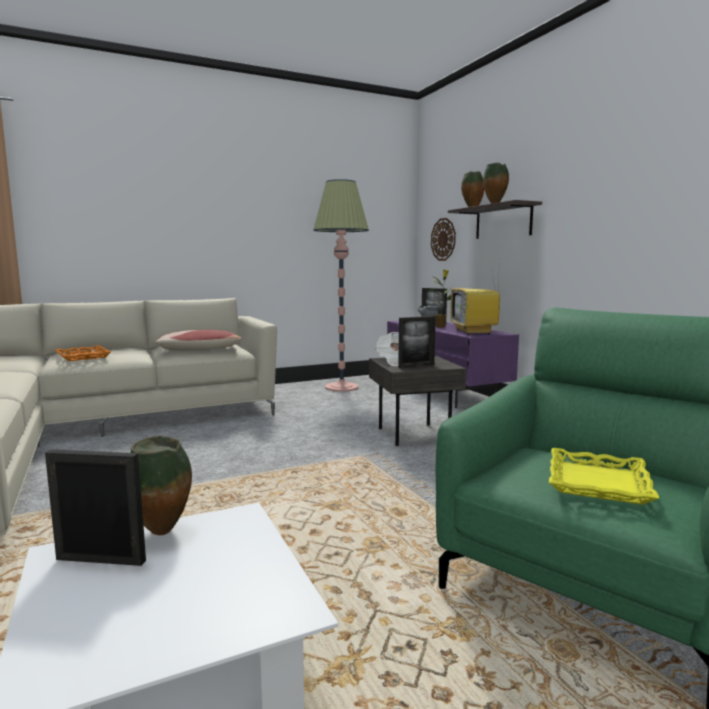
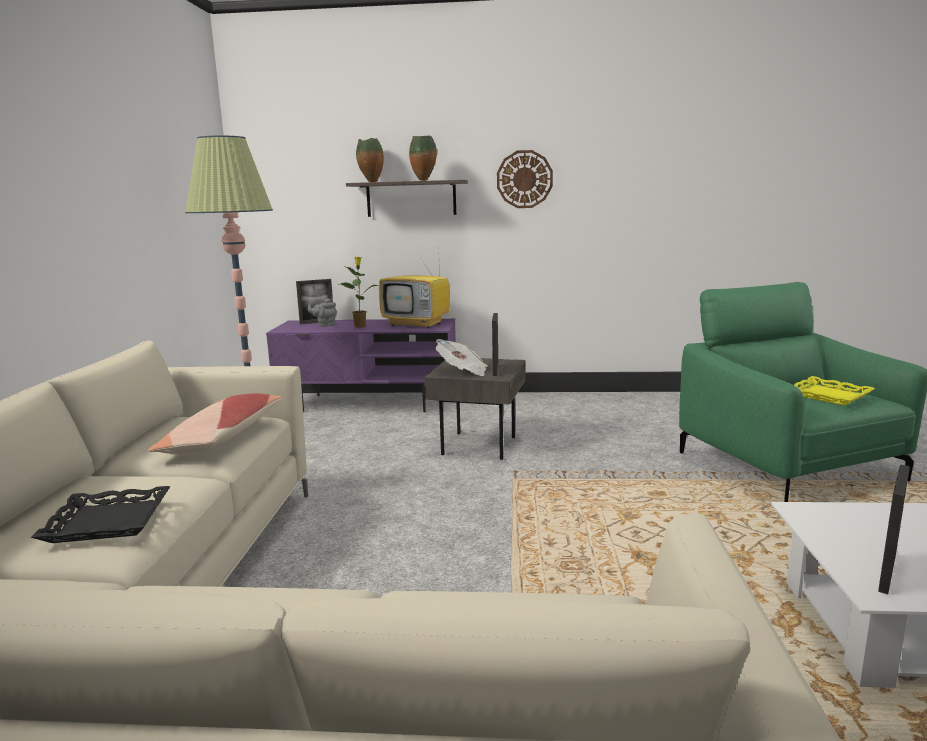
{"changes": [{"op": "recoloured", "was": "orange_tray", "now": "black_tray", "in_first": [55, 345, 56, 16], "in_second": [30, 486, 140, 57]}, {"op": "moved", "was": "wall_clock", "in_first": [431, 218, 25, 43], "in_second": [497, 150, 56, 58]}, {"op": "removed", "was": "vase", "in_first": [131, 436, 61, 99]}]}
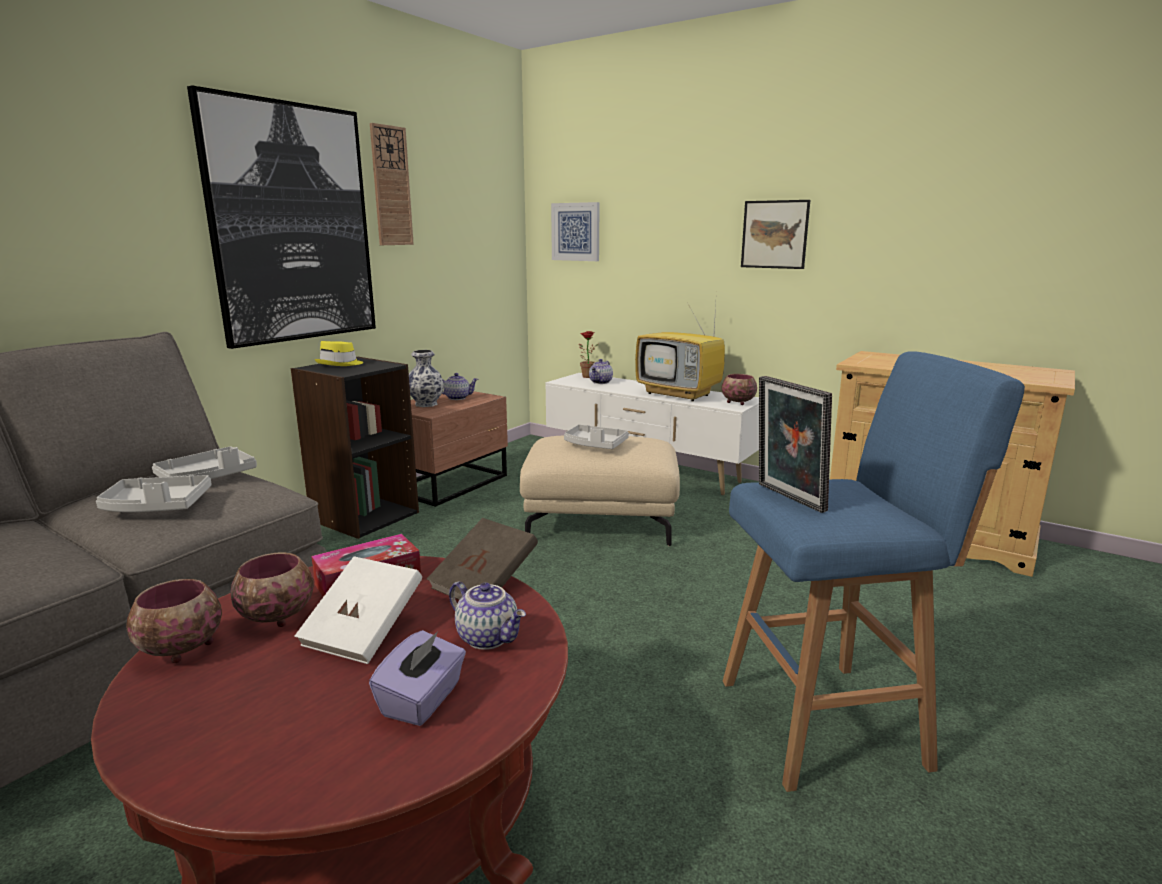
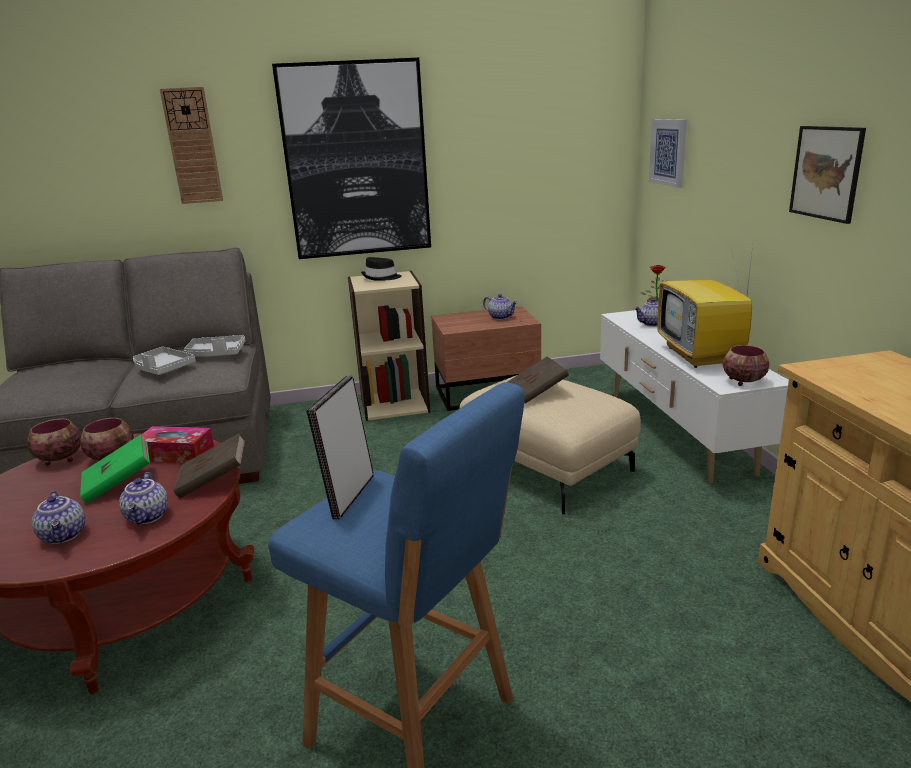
{"changes": [{"op": "replaced", "was": "purple_tissue_box", "now": "teapot", "in_first": [369, 630, 97, 96], "in_second": [32, 491, 53, 53]}, {"op": "recoloured", "was": "white_book", "now": "green_book", "in_first": [294, 556, 128, 108], "in_second": [80, 435, 70, 69]}, {"op": "moved", "was": "wall_clock", "in_first": [370, 123, 44, 122], "in_second": [160, 87, 63, 117]}, {"op": "recoloured", "was": "black_bookcase", "now": "beige_bookcase", "in_first": [291, 357, 128, 182], "in_second": [348, 271, 82, 150]}, {"op": "recoloured", "was": "yellow_hat", "now": "black_hat", "in_first": [314, 341, 49, 25], "in_second": [361, 257, 41, 24]}, {"op": "replaced", "was": "grey_tray", "now": "brown_book", "in_first": [564, 425, 65, 24], "in_second": [508, 357, 61, 47]}, {"op": "removed", "was": "vase", "in_first": [409, 350, 35, 57]}]}
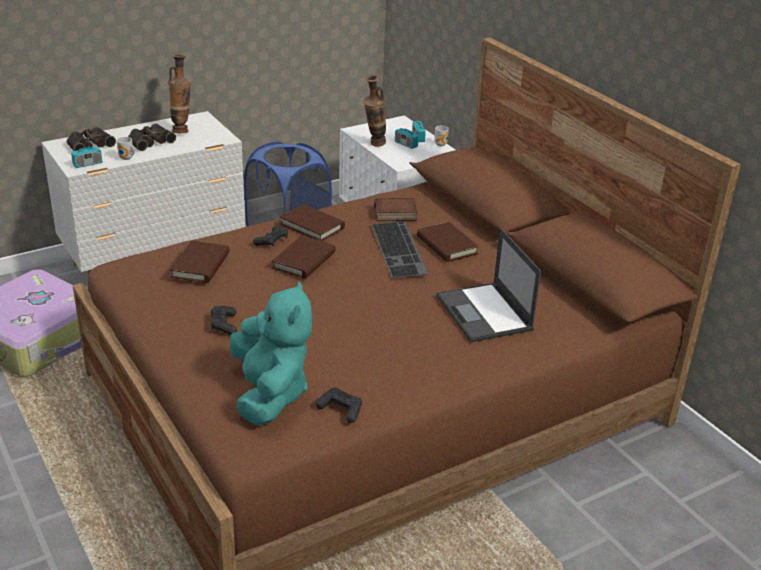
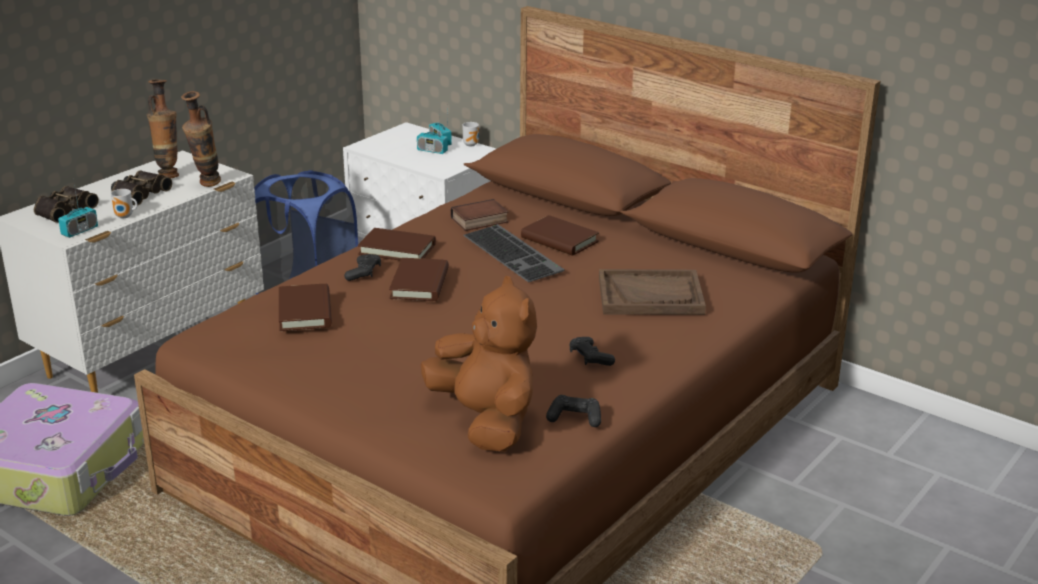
{"changes": [{"op": "moved", "was": "vase", "in_first": [363, 75, 23, 72], "in_second": [181, 91, 40, 96]}, {"op": "recoloured", "was": "turquoise_plush_toy", "now": "brown_plush_toy", "in_first": [230, 280, 82, 146], "in_second": [420, 276, 117, 176]}, {"op": "moved", "was": "black_game_controller", "in_first": [211, 306, 26, 29], "in_second": [569, 337, 46, 29]}, {"op": "replaced", "was": "laptop", "now": "brown_tray", "in_first": [436, 228, 105, 114], "in_second": [599, 269, 107, 46]}]}
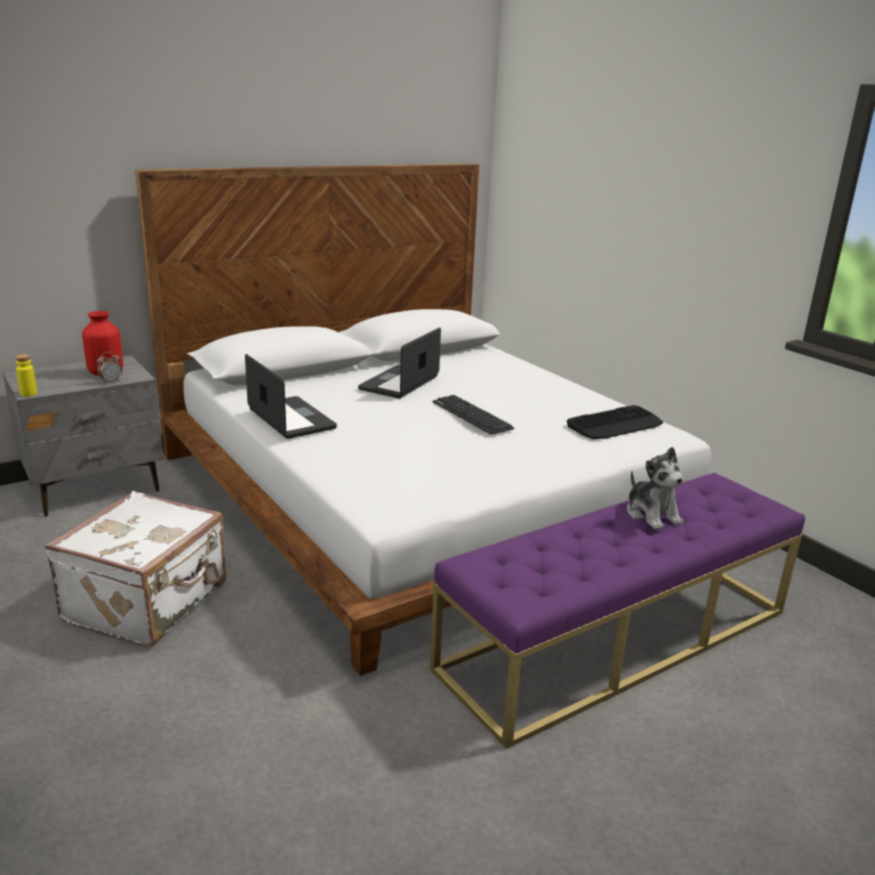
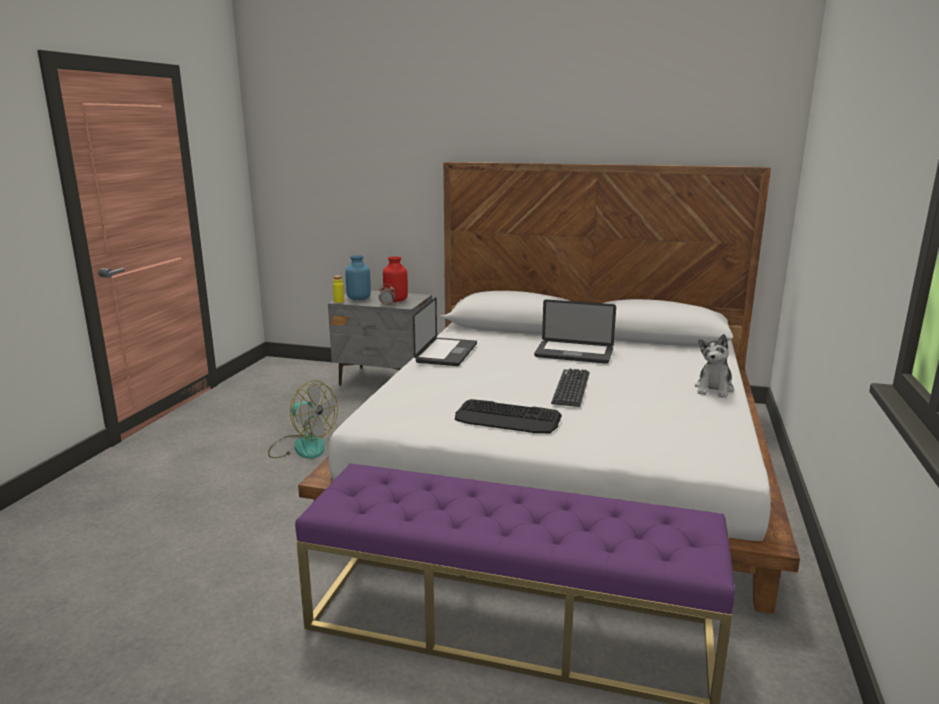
{"changes": [{"op": "replaced", "was": "white_suitcase", "now": "fan", "in_first": [45, 491, 182, 156], "in_second": [268, 380, 70, 79]}, {"op": "added", "now": "blue_vase", "in_second": [345, 255, 26, 45]}, {"op": "moved", "was": "keyboard", "in_first": [567, 405, 96, 34], "in_second": [455, 399, 107, 34]}, {"op": "turned", "was": "laptop", "in_first": [358, 327, 83, 72], "in_second": [534, 300, 82, 64], "clockwise": -150}, {"op": "moved", "was": "plush_toy", "in_first": [627, 447, 57, 83], "in_second": [695, 334, 39, 64]}]}
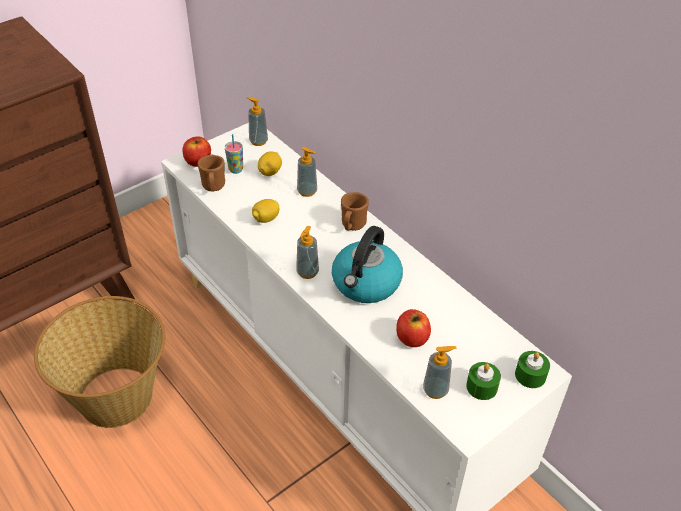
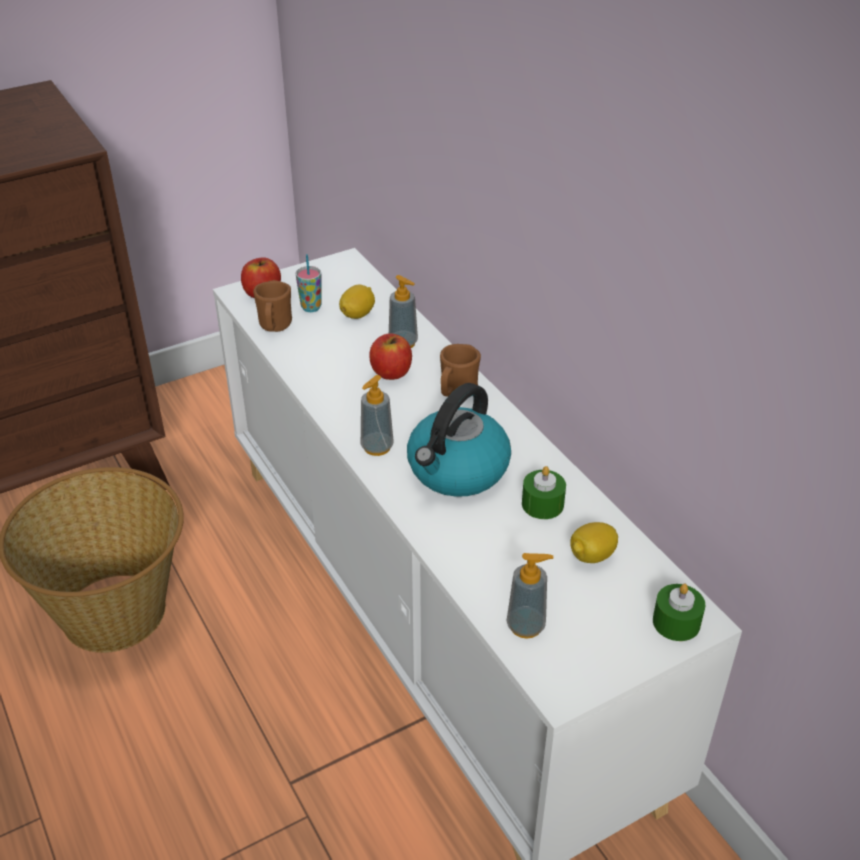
{"changes": [{"op": "moved", "was": "apple", "in_first": [396, 309, 35, 38], "in_second": [369, 333, 43, 47]}, {"op": "moved", "was": "green_candle", "in_first": [466, 362, 35, 38], "in_second": [522, 466, 44, 53]}, {"op": "moved", "was": "lemon", "in_first": [252, 199, 28, 24], "in_second": [570, 522, 48, 41]}, {"op": "removed", "was": "soap_dispenser", "in_first": [247, 97, 21, 49]}]}
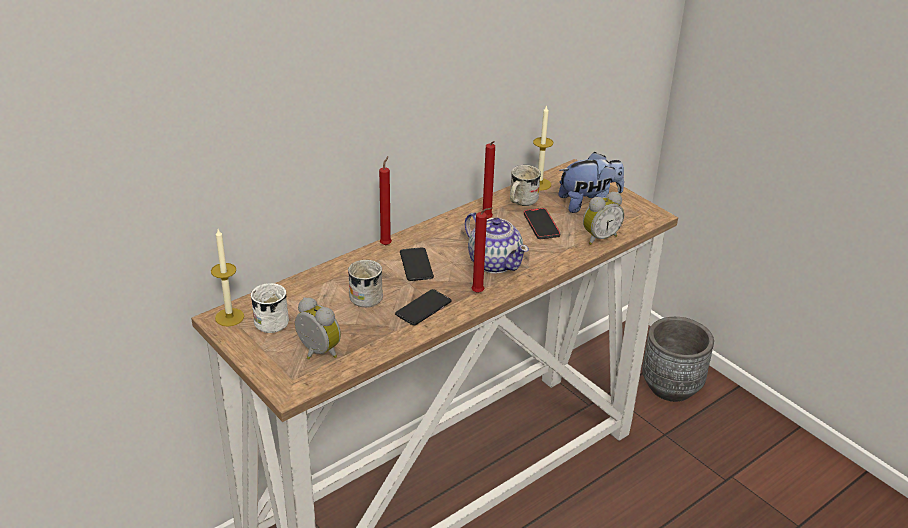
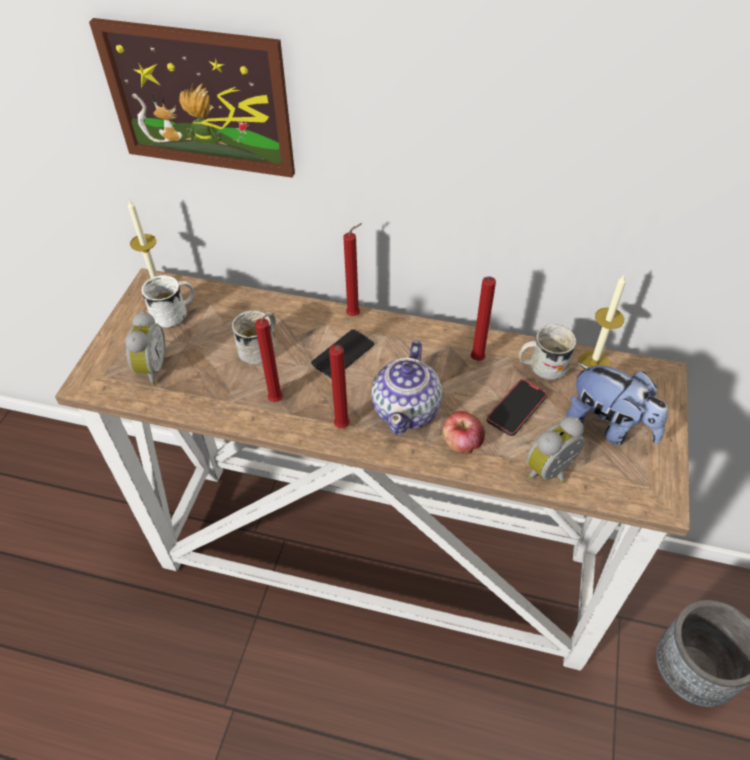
{"changes": [{"op": "added", "now": "picture", "in_second": [89, 18, 206, 160]}, {"op": "replaced", "was": "phone", "now": "red_candle", "in_first": [395, 289, 57, 36], "in_second": [255, 313, 28, 89]}, {"op": "added", "now": "apple", "in_second": [442, 411, 43, 44]}, {"op": "turned", "was": "alarm_clock", "in_first": [583, 192, 41, 53], "in_second": [527, 416, 57, 68], "clockwise": 120}]}
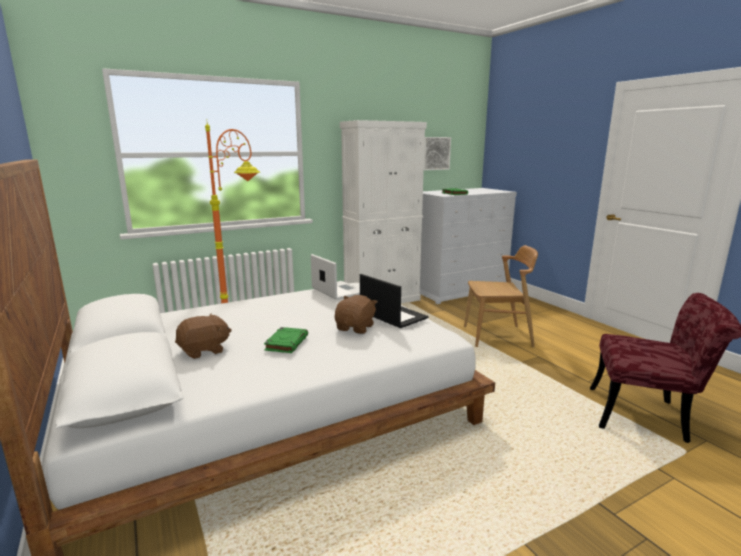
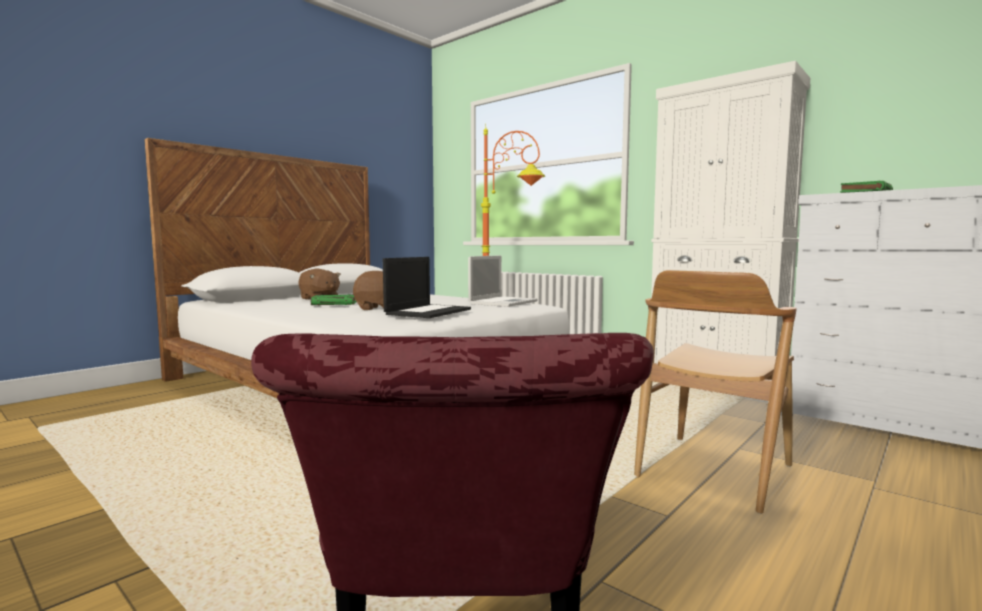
{"changes": [{"op": "turned", "was": "brown_chair", "in_first": [464, 245, 74, 102], "in_second": [634, 270, 163, 244], "clockwise": 60}, {"op": "removed", "was": "picture", "in_first": [424, 137, 27, 33]}]}
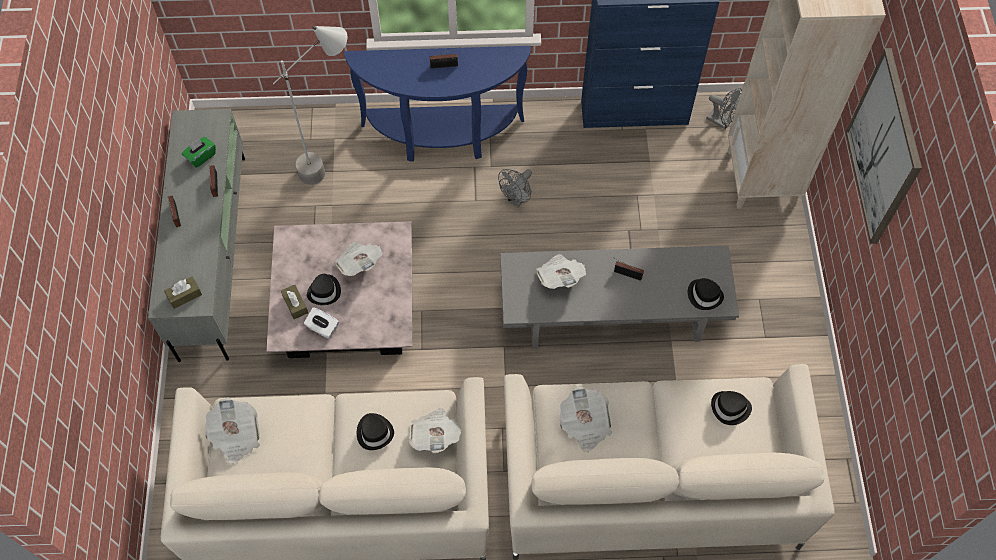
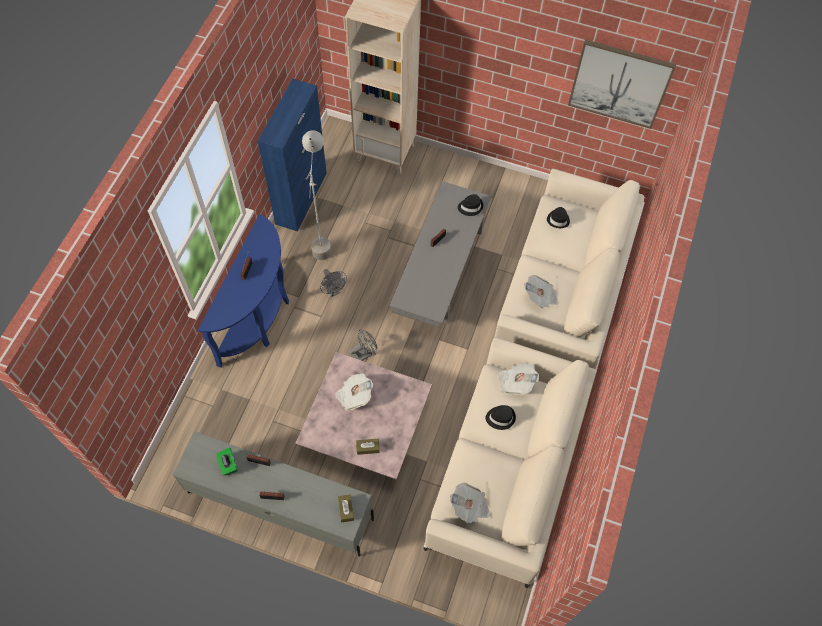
{"changes": [{"op": "moved", "was": "grey_floor_lamp", "in_first": [273, 26, 74, 159], "in_second": [302, 130, 29, 130]}, {"op": "moved", "was": "grey_fan", "in_first": [707, 88, 35, 41], "in_second": [350, 329, 27, 32]}, {"op": "moved", "was": "picture", "in_first": [846, 48, 76, 196], "in_second": [568, 40, 108, 89]}, {"op": "removed", "was": "white_tissue_box", "in_first": [304, 307, 35, 32]}, {"op": "removed", "was": "black_hat", "in_first": [307, 274, 34, 31]}, {"op": "removed", "was": "newspaper", "in_first": [536, 254, 50, 35]}]}
